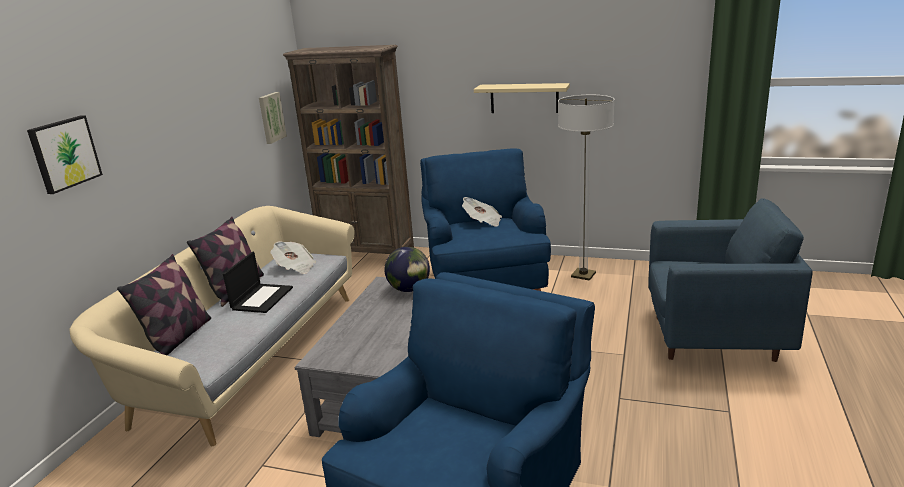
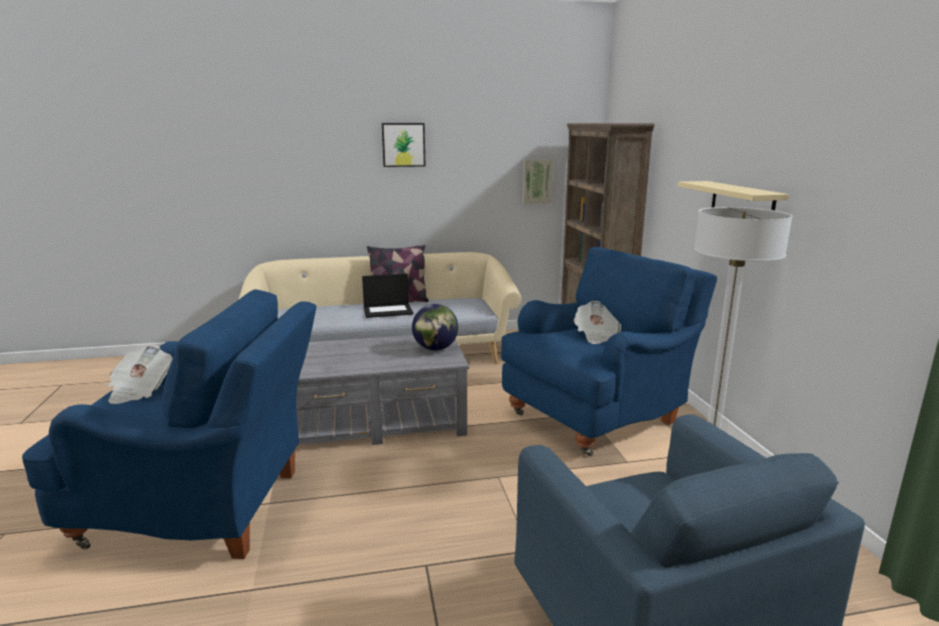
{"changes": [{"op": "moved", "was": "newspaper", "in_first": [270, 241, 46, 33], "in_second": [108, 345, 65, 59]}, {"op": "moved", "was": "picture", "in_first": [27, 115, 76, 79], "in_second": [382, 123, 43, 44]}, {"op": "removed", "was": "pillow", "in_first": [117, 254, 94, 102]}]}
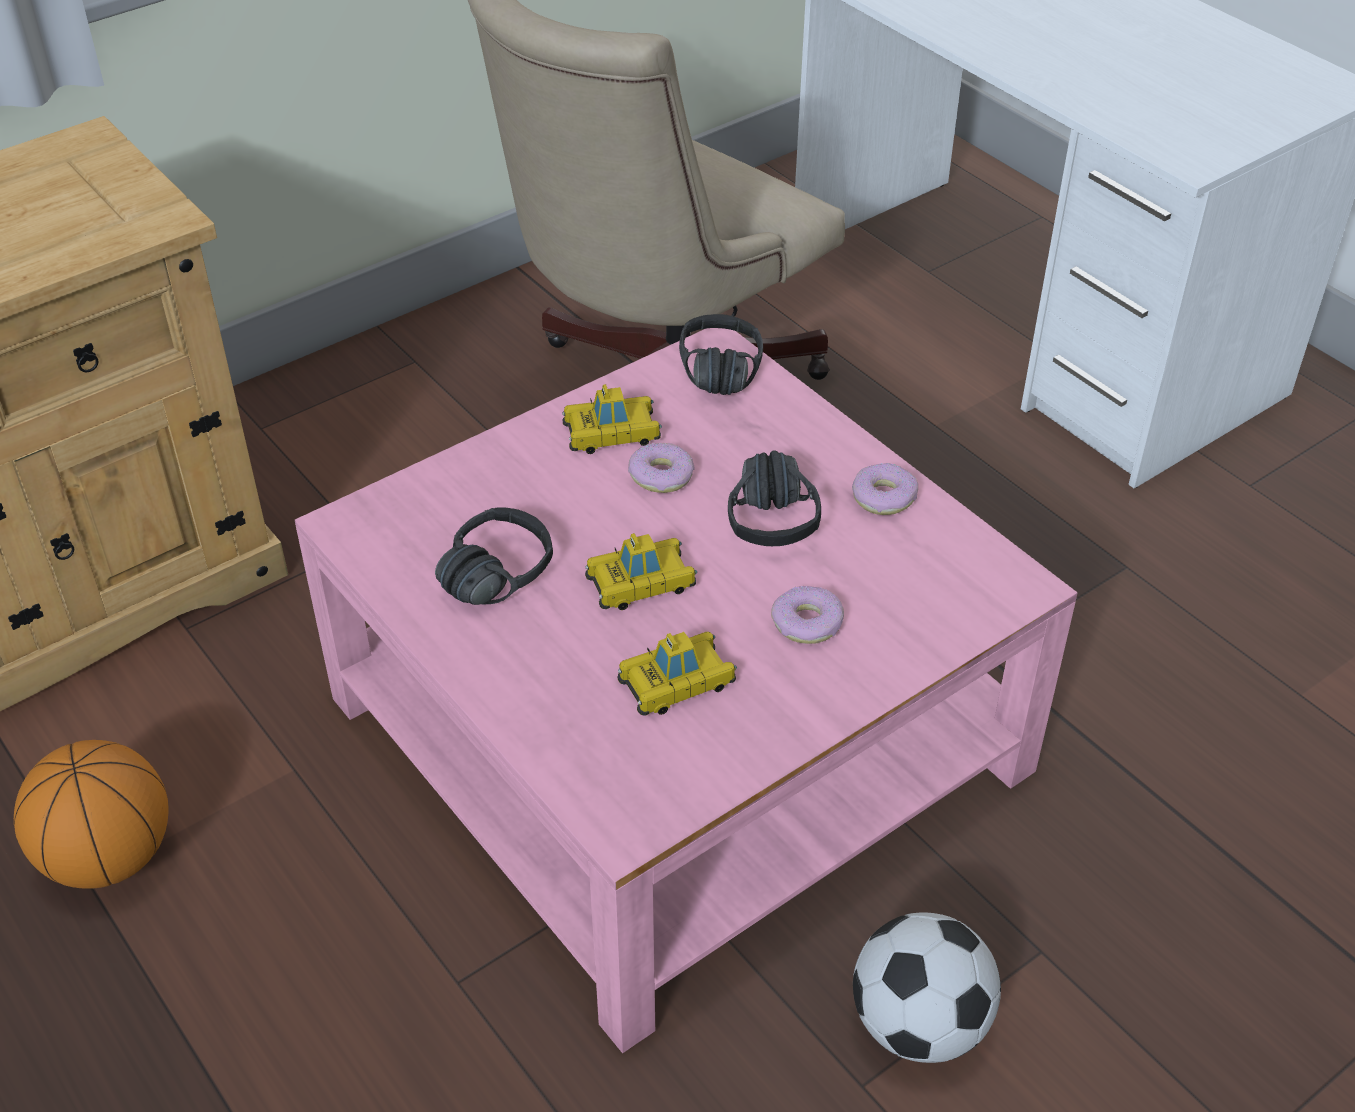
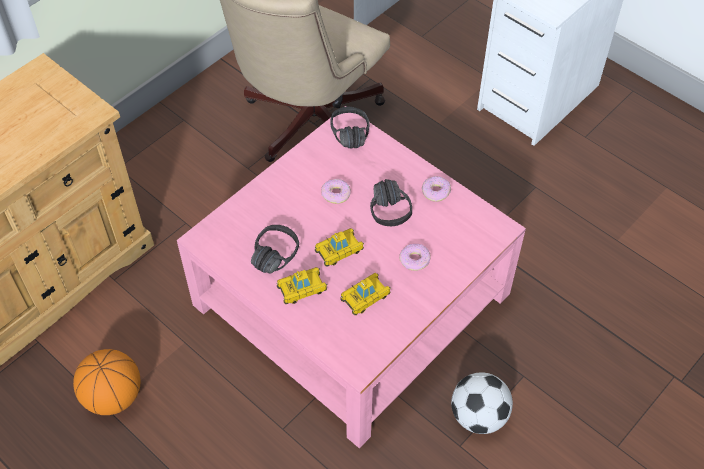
{"changes": [{"op": "moved", "was": "toy_car", "in_first": [562, 384, 100, 70], "in_second": [277, 267, 50, 37]}]}
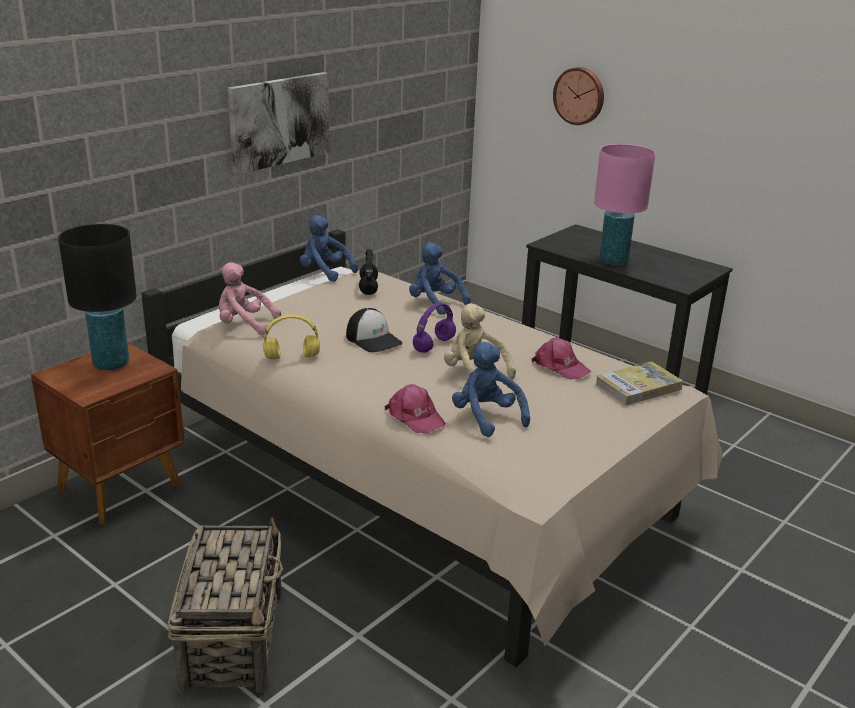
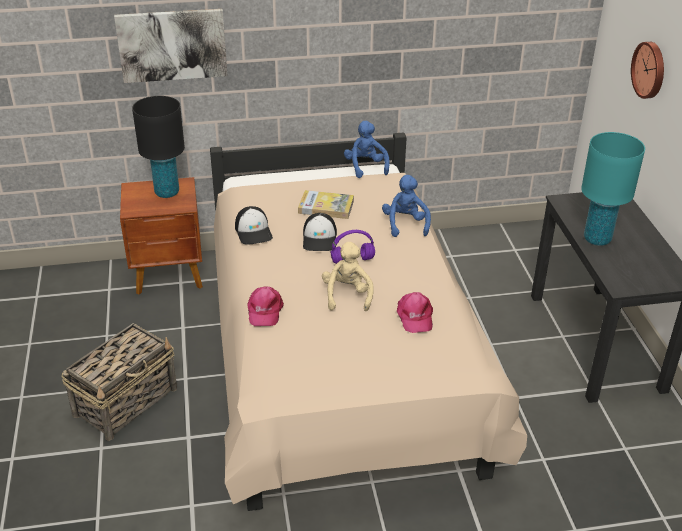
{"changes": [{"op": "moved", "was": "picture", "in_first": [228, 72, 101, 103], "in_second": [114, 9, 114, 74]}, {"op": "replaced", "was": "yellow_headphones", "now": "cap", "in_first": [263, 314, 57, 45], "in_second": [235, 206, 38, 39]}, {"op": "moved", "was": "book", "in_first": [595, 361, 88, 44], "in_second": [298, 190, 56, 29]}, {"op": "recoloured", "was": "pink_table_lamp", "now": "turquoise_table_lamp", "in_first": [594, 144, 62, 121], "in_second": [581, 132, 64, 114]}, {"op": "removed", "was": "pink_plush_toy", "in_first": [219, 263, 62, 72]}, {"op": "removed", "was": "black_headphones", "in_first": [359, 249, 19, 46]}, {"op": "removed", "was": "blue_plush_toy", "in_first": [452, 342, 78, 95]}]}
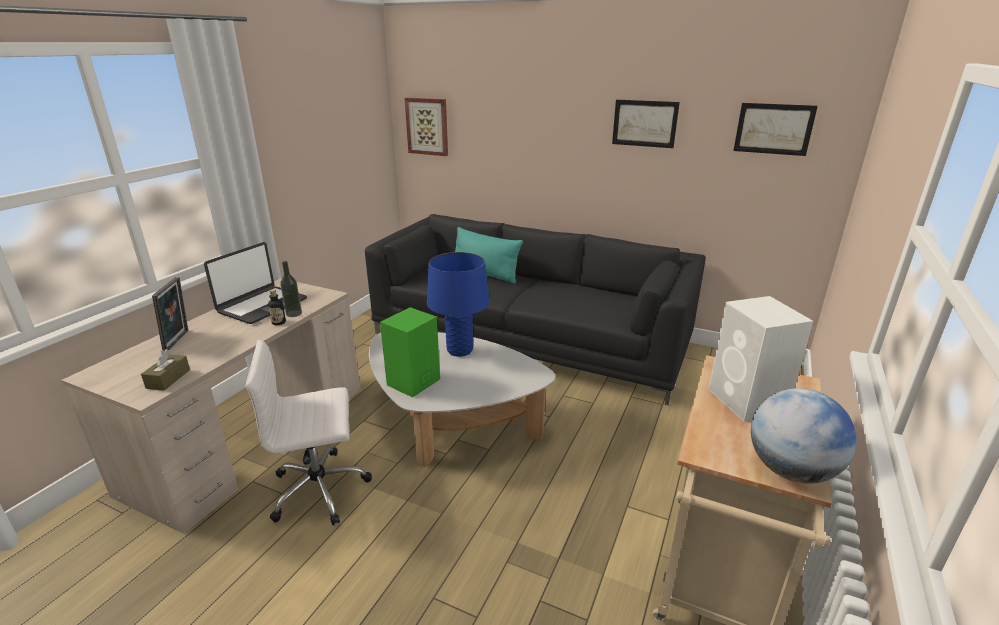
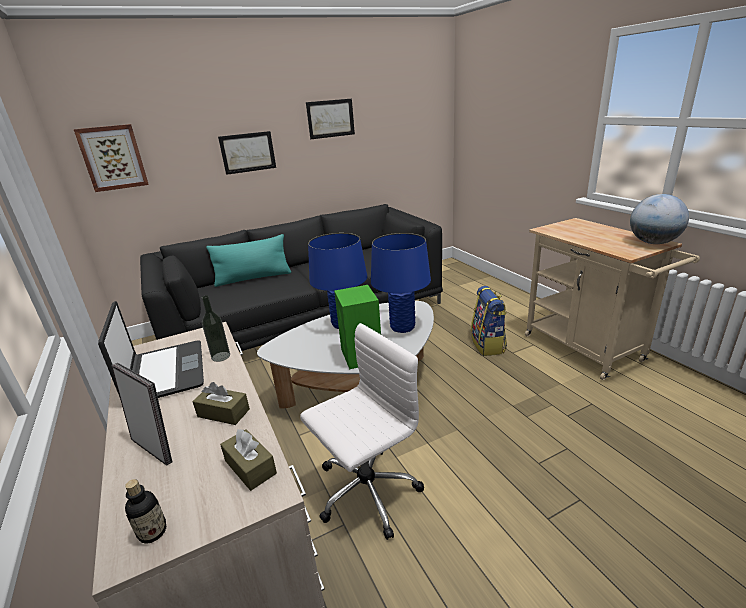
{"changes": [{"op": "moved", "was": "bottle", "in_first": [268, 289, 18, 36], "in_second": [125, 479, 41, 64]}, {"op": "added", "now": "brown_tissue_box", "in_second": [192, 382, 58, 43]}, {"op": "moved", "was": "picture", "in_first": [733, 103, 85, 53], "in_second": [218, 131, 58, 44]}, {"op": "turned", "was": "white_office_chair", "in_first": [246, 340, 126, 186], "in_second": [300, 323, 124, 217], "clockwise": -150}, {"op": "added", "now": "blue_table_lamp", "in_second": [371, 233, 60, 100]}, {"op": "added", "now": "backpack", "in_second": [471, 286, 36, 70]}, {"op": "removed", "was": "white_speaker", "in_first": [709, 296, 105, 125]}]}
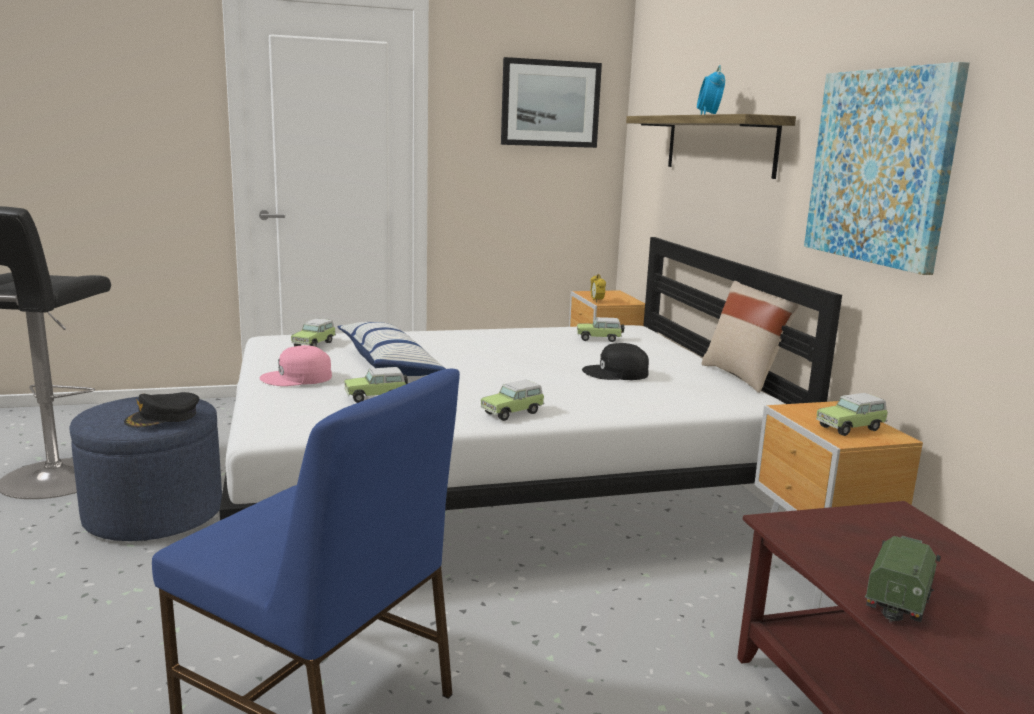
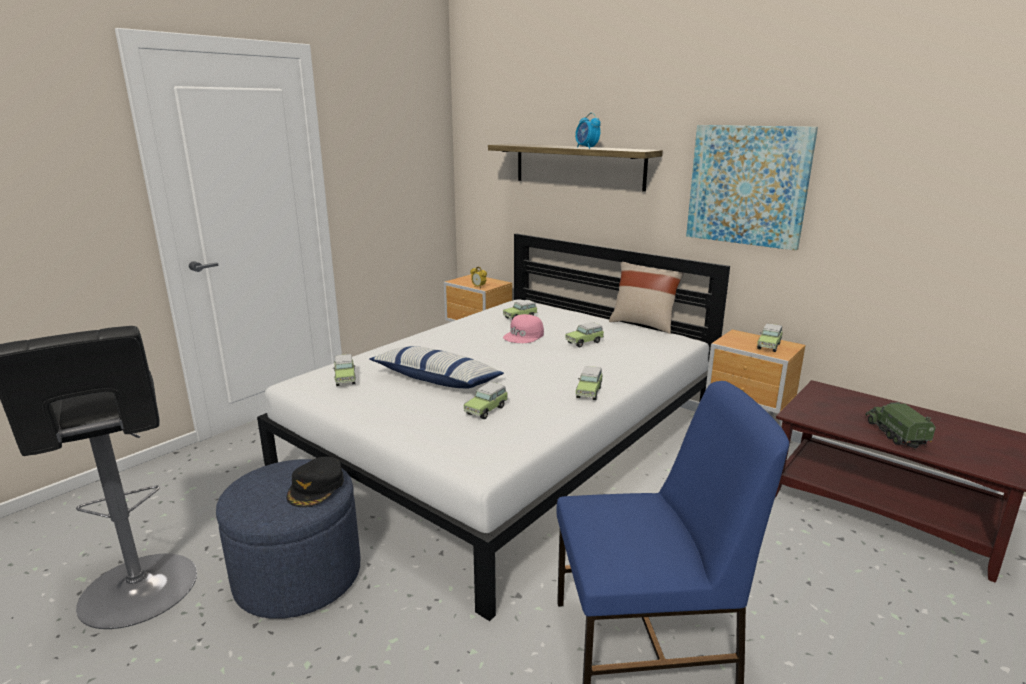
{"changes": [{"op": "moved", "was": "pink_cap", "in_first": [260, 345, 72, 41], "in_second": [503, 314, 41, 29]}, {"op": "replaced", "was": "black_cap", "now": "toy_car", "in_first": [582, 343, 67, 37], "in_second": [565, 322, 39, 26]}, {"op": "removed", "was": "picture", "in_first": [501, 57, 101, 91]}]}
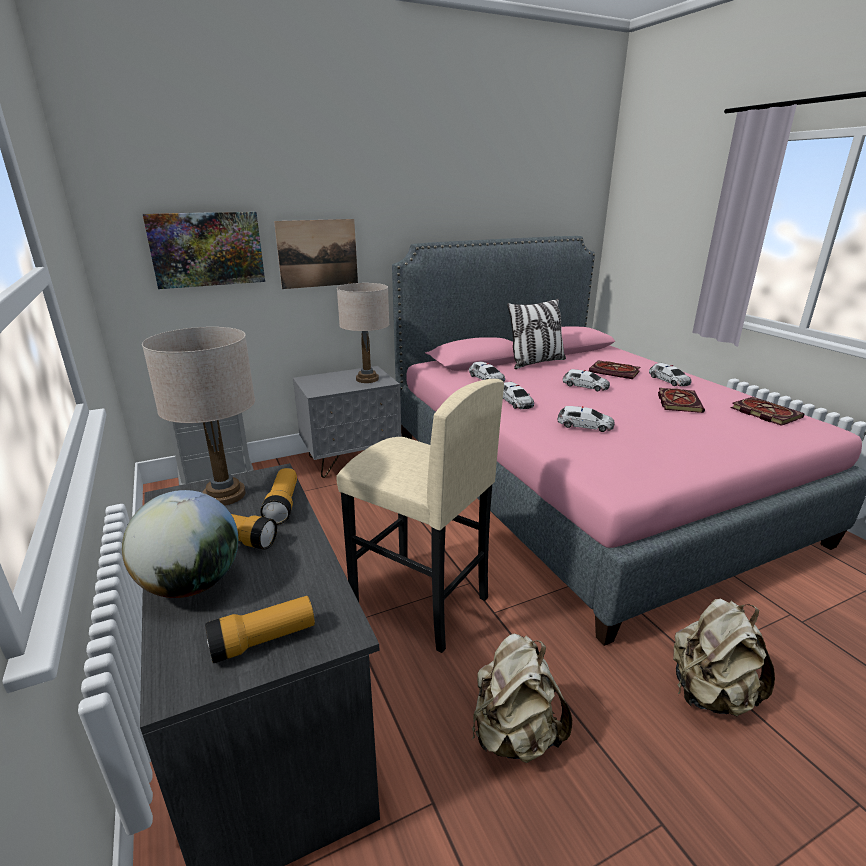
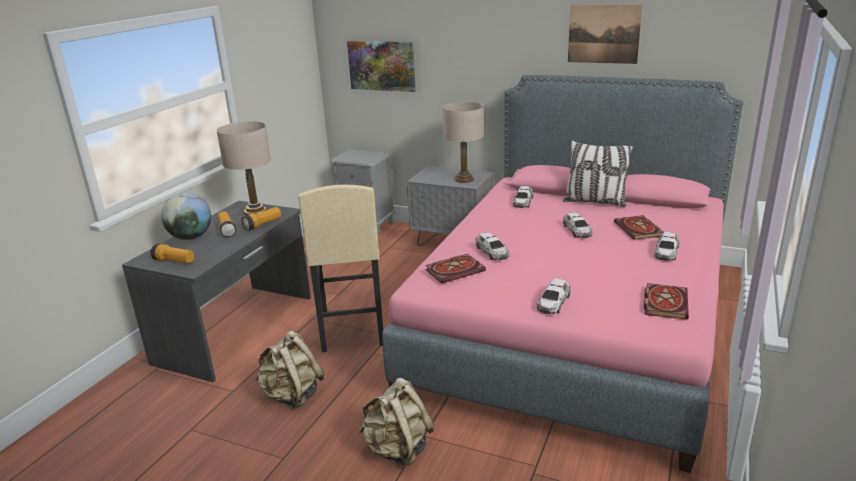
{"changes": [{"op": "moved", "was": "book", "in_first": [658, 388, 47, 25], "in_second": [425, 254, 61, 30]}, {"op": "moved", "was": "toy_car", "in_first": [503, 382, 31, 27], "in_second": [537, 278, 33, 36]}, {"op": "moved", "was": "picture", "in_first": [274, 219, 84, 70], "in_second": [568, 5, 74, 59]}]}
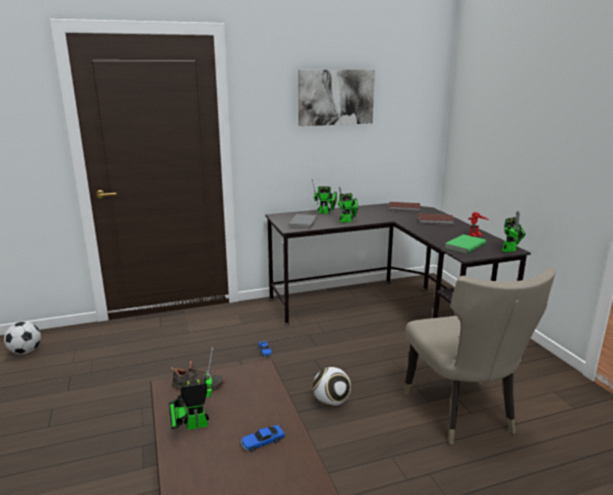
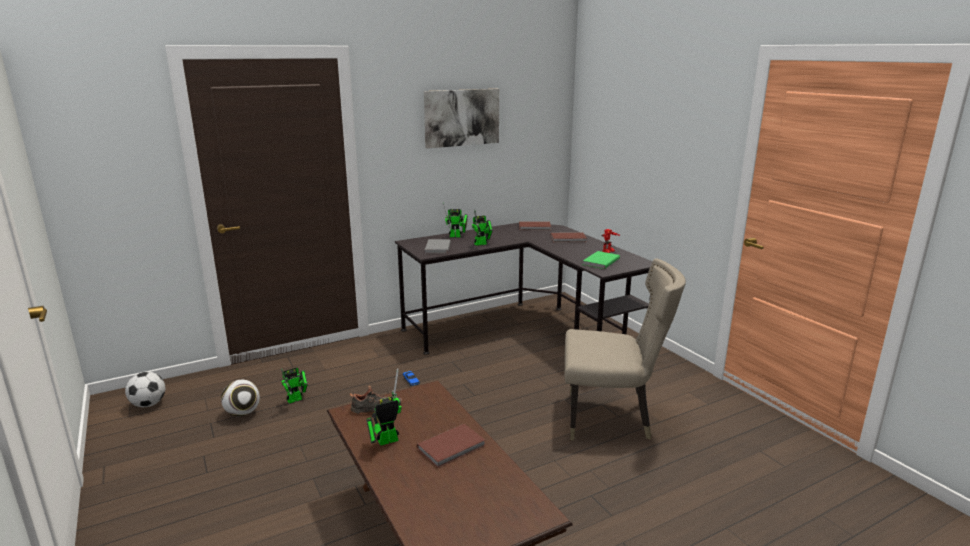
{"changes": [{"op": "moved", "was": "football", "in_first": [313, 367, 38, 40], "in_second": [221, 380, 39, 36]}, {"op": "moved", "was": "toy_robot", "in_first": [502, 211, 24, 42], "in_second": [281, 367, 27, 37]}, {"op": "replaced", "was": "toy_car", "now": "brown_book", "in_first": [241, 425, 44, 27], "in_second": [417, 424, 69, 44]}, {"op": "turned", "was": "beige_chair", "in_first": [403, 267, 153, 177], "in_second": [565, 258, 121, 182], "clockwise": -60}]}
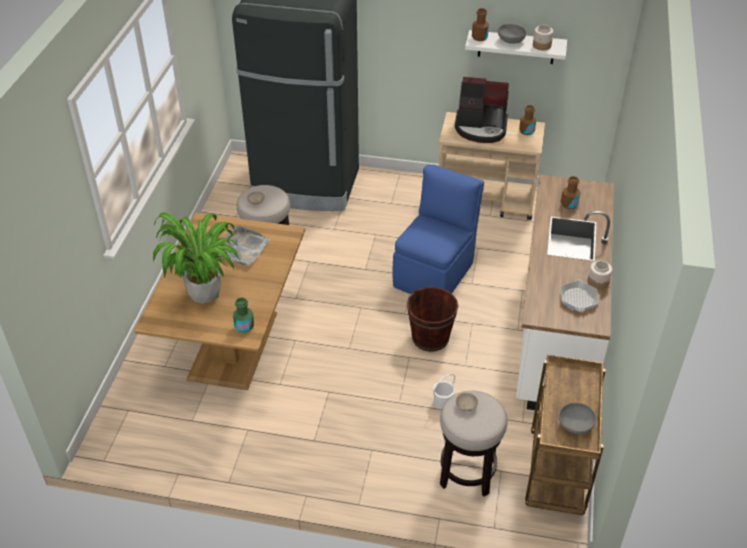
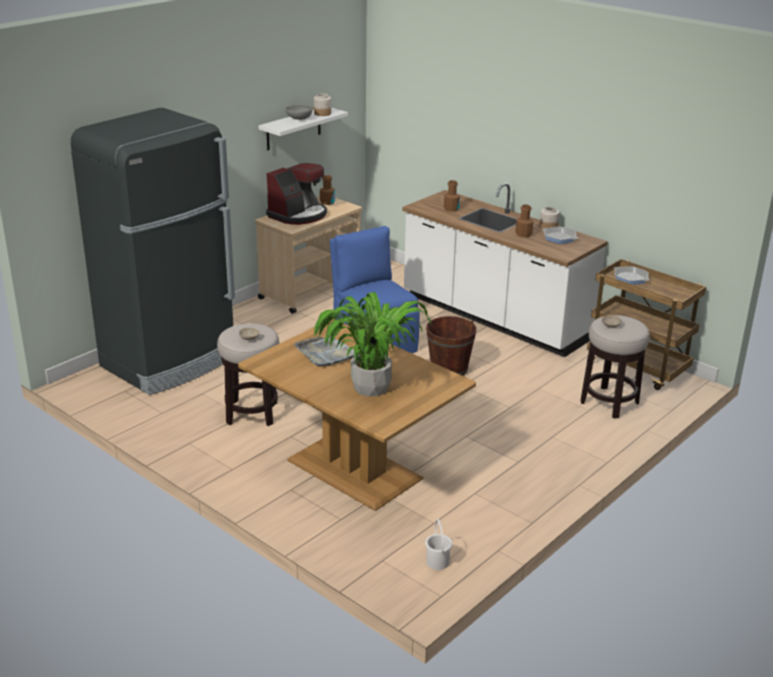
{"changes": [{"op": "moved", "was": "white_bucket", "in_first": [433, 373, 22, 37], "in_second": [425, 519, 28, 51]}, {"op": "moved", "was": "brown_bottle", "in_first": [472, 8, 17, 33], "in_second": [515, 205, 18, 32]}, {"op": "added", "now": "frying_pan", "in_second": [614, 266, 36, 19]}, {"op": "removed", "was": "green_bottle", "in_first": [233, 297, 21, 36]}, {"op": "removed", "was": "grey_bowl", "in_first": [559, 403, 37, 31]}]}
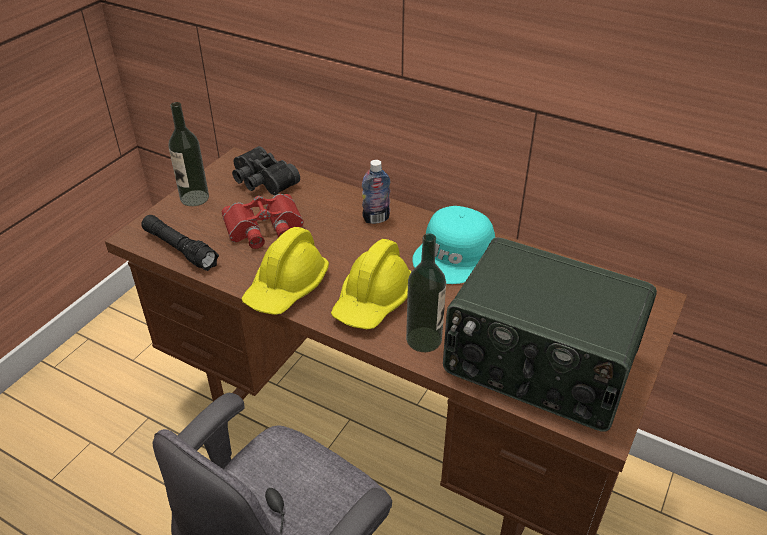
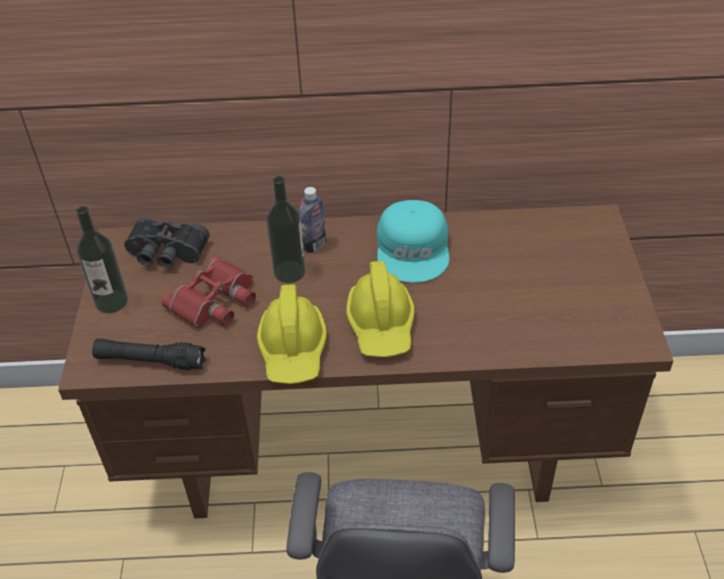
{"changes": [{"op": "moved", "was": "bottle", "in_first": [406, 233, 40, 119], "in_second": [266, 176, 40, 107]}, {"op": "removed", "was": "radio", "in_first": [443, 237, 214, 195]}]}
